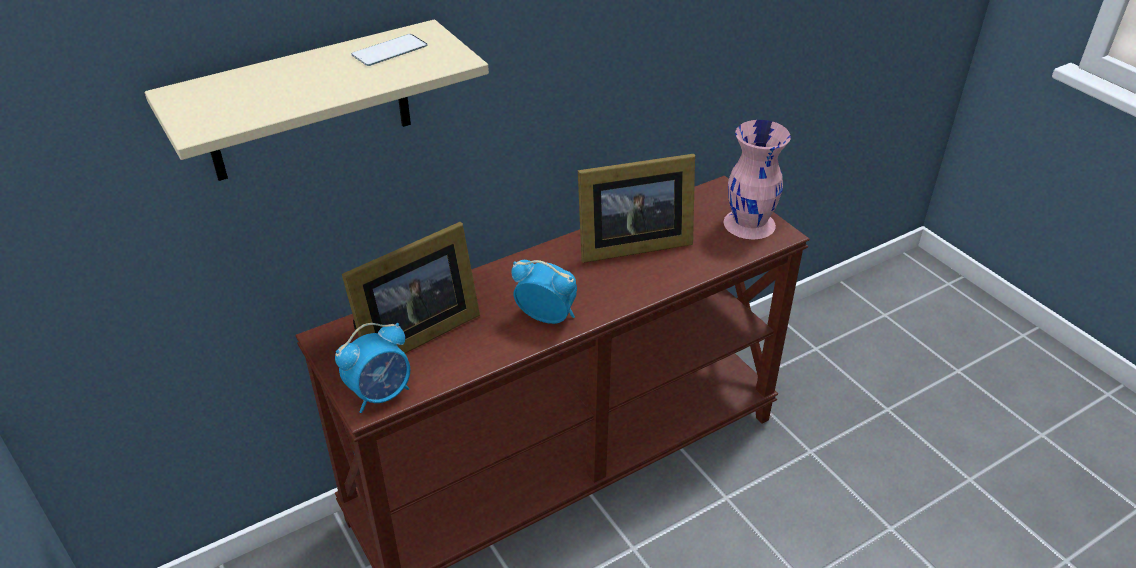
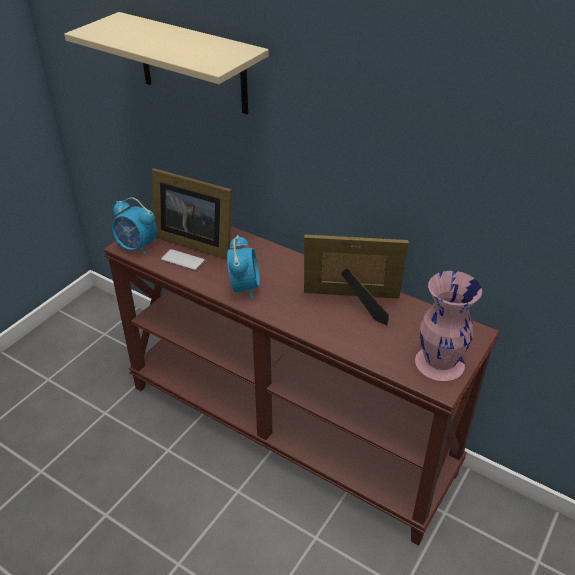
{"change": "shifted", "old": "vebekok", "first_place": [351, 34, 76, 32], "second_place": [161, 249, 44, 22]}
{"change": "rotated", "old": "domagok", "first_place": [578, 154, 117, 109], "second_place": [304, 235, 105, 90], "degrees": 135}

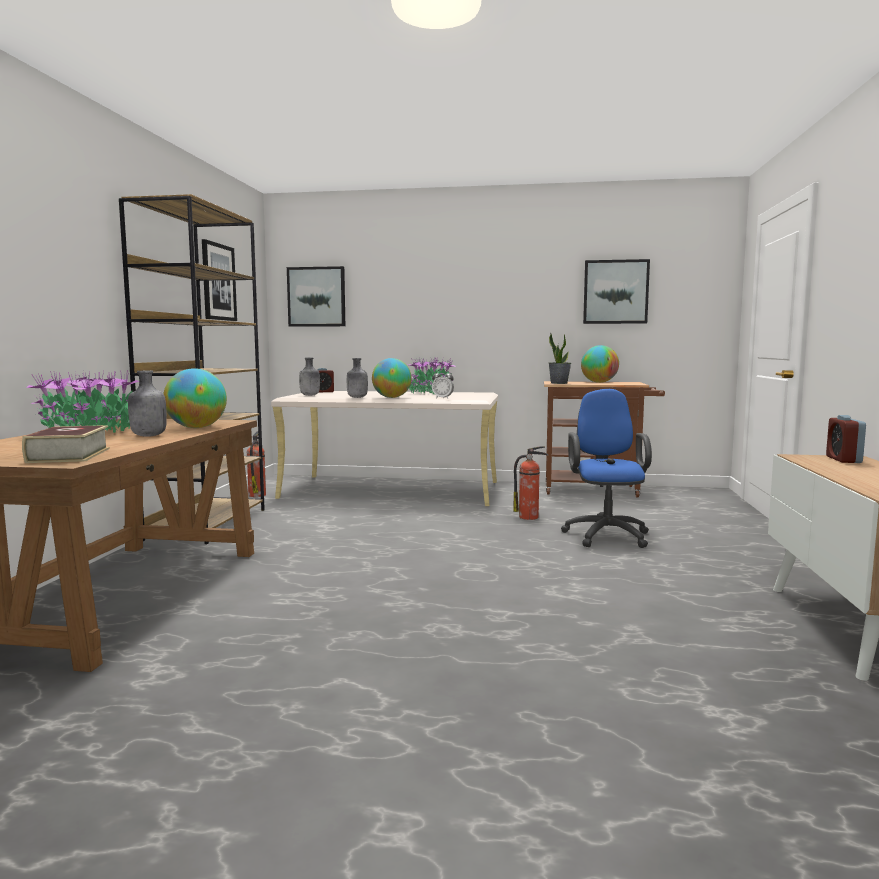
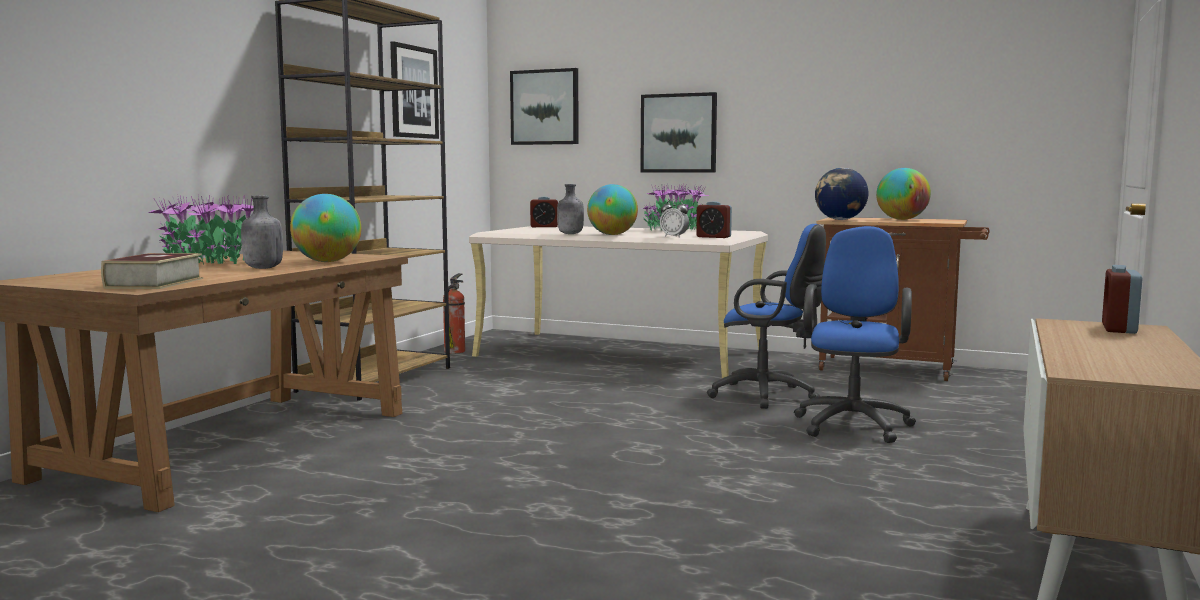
{"change": "gone", "old": "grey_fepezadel", "first_place": [299, 357, 21, 39]}
{"change": "new", "new": "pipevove", "second_place": [696, 201, 36, 37]}
{"change": "shifted", "old": "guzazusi", "first_place": [583, 259, 67, 65], "second_place": [640, 92, 77, 81]}
{"change": "swapped", "old": "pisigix", "new": "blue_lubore", "first_place": [513, 446, 35, 74], "second_place": [707, 224, 119, 185]}
{"change": "swapped", "old": "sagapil", "new": "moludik", "first_place": [548, 332, 23, 52], "second_place": [815, 168, 53, 52]}

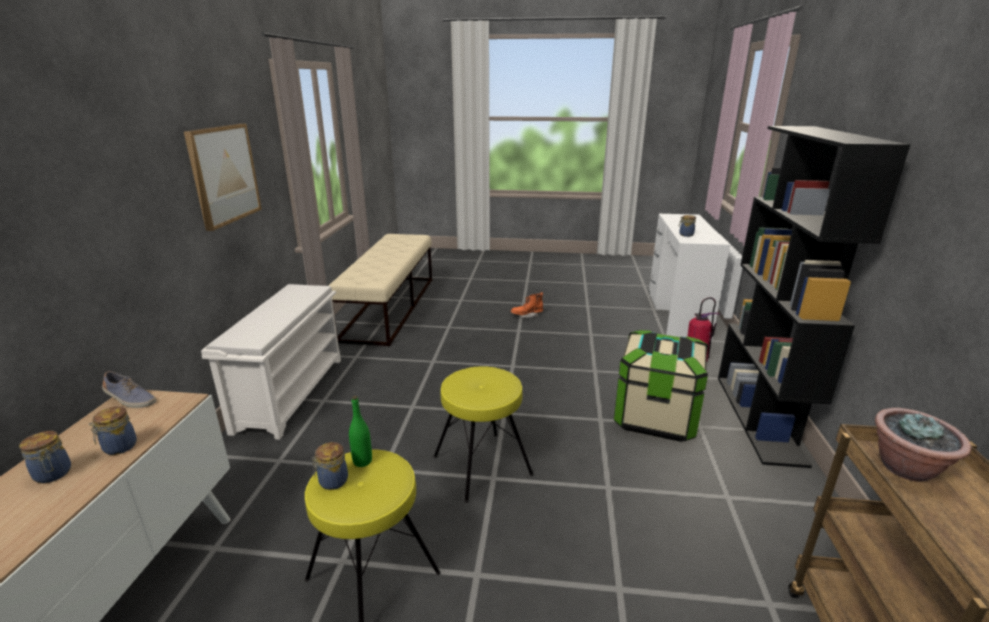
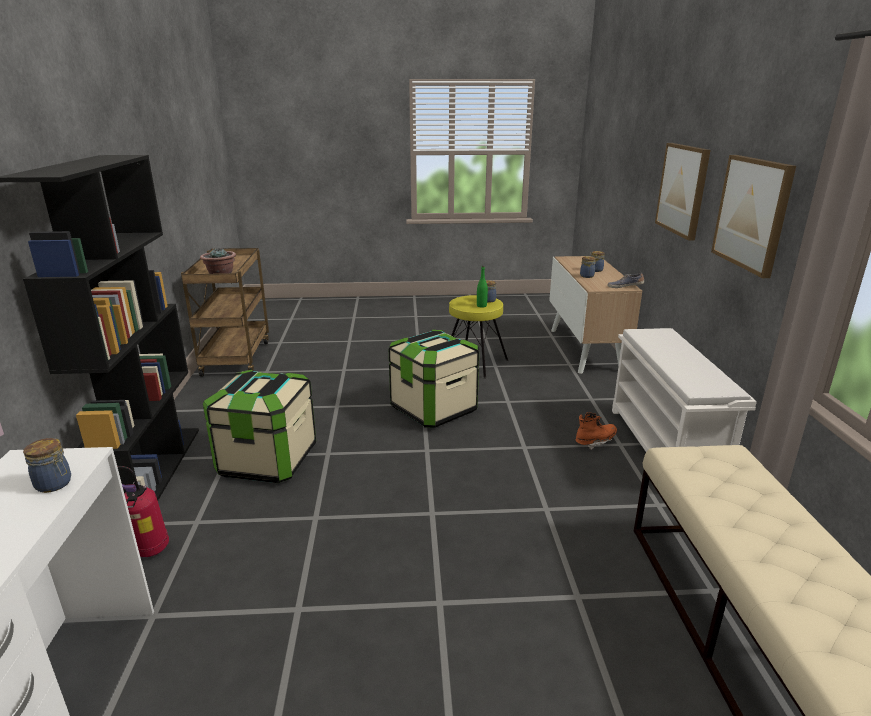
{"change": "new", "new": "guzazusi", "second_place": [655, 143, 55, 98]}
{"change": "shifted", "old": "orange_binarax", "first_place": [511, 292, 32, 26], "second_place": [576, 412, 41, 38]}
{"change": "swapped", "old": "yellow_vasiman", "new": "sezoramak", "first_place": [434, 366, 100, 137], "second_place": [389, 330, 90, 98]}

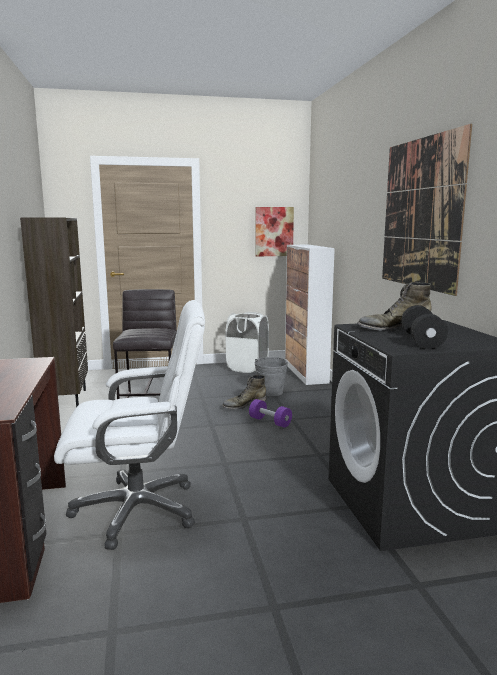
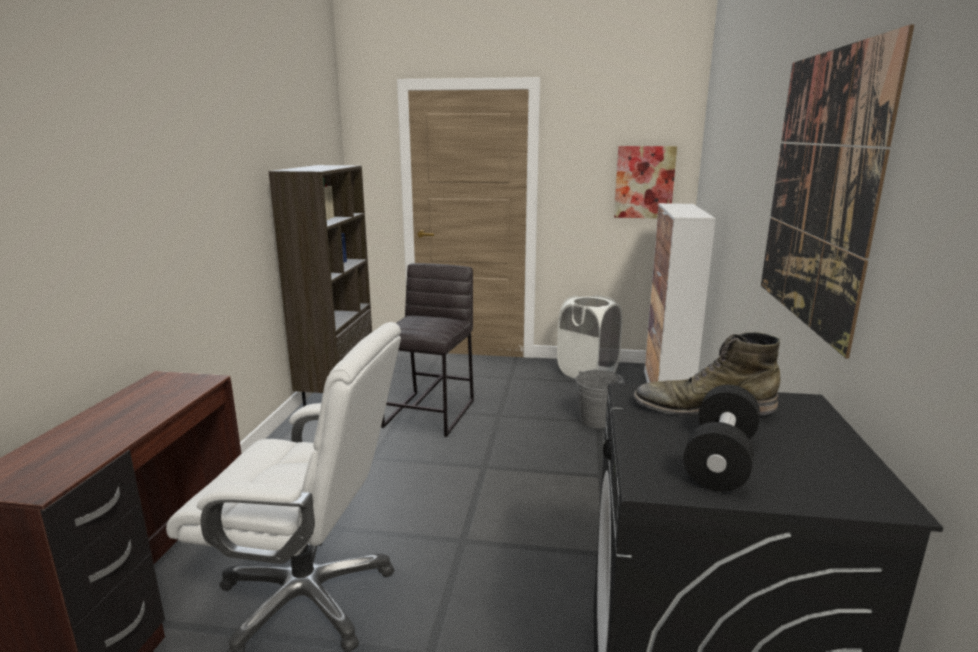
{"change": "gone", "old": "green_binarax", "first_place": [222, 375, 44, 35]}
{"change": "gone", "old": "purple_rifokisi", "first_place": [249, 399, 43, 29]}

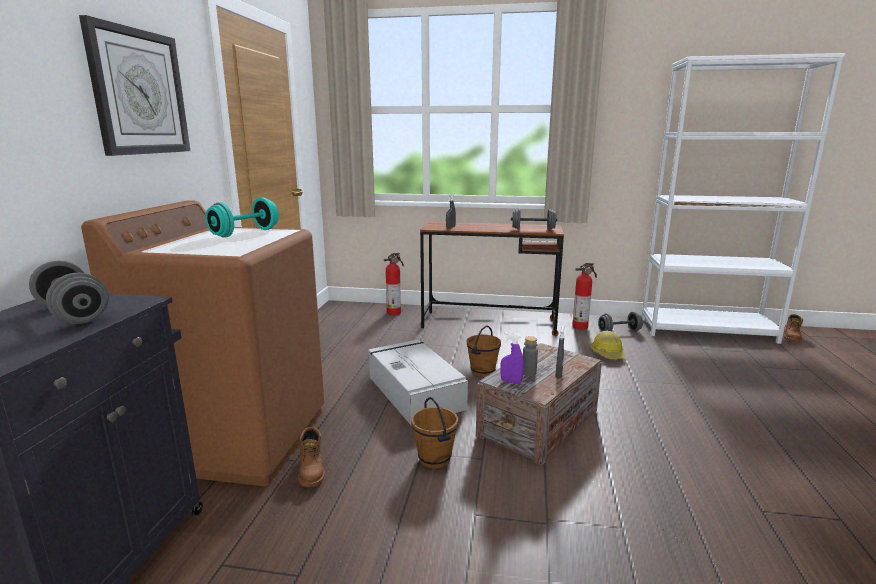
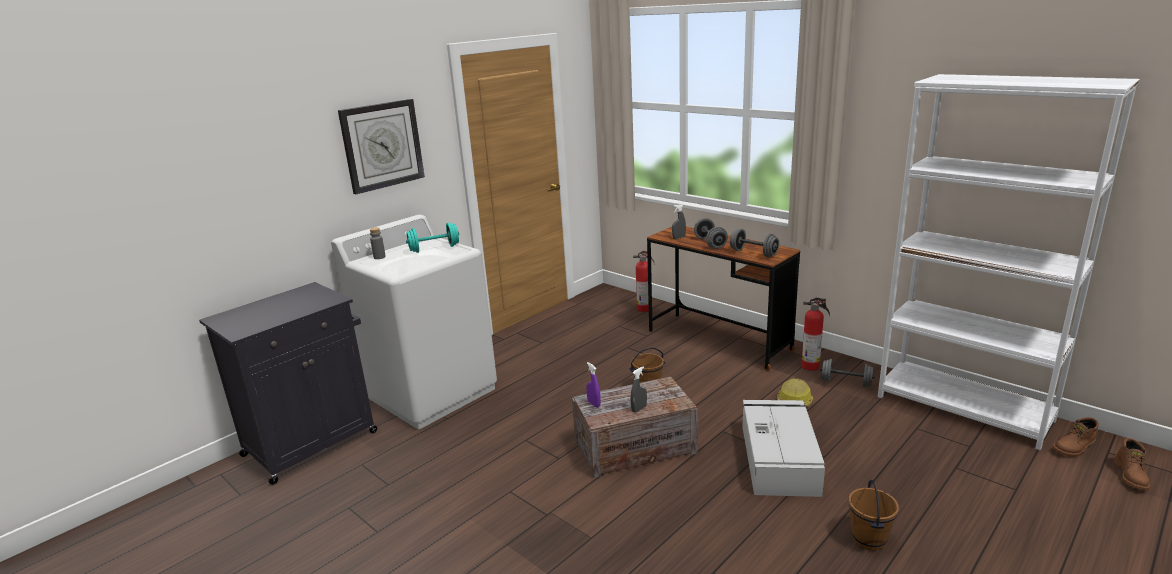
{"change": "shifted", "old": "grey_rifokisi", "first_place": [29, 261, 80, 63], "second_place": [694, 218, 34, 31]}
{"change": "shifted", "old": "brown_binarax", "first_place": [298, 427, 26, 60], "second_place": [1114, 438, 36, 53]}
{"change": "shifted", "old": "grey_sezoramak", "first_place": [368, 340, 100, 85], "second_place": [742, 400, 83, 97]}
{"change": "shifted", "old": "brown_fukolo", "first_place": [411, 397, 47, 72], "second_place": [848, 480, 51, 70]}
{"change": "shifted", "old": "grey_fepezadel", "first_place": [523, 336, 15, 40], "second_place": [370, 228, 16, 31]}
{"change": "repainted", "old": "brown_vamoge", "new": "white_vamoge", "first_place": [81, 200, 244, 286], "second_place": [331, 215, 166, 214]}

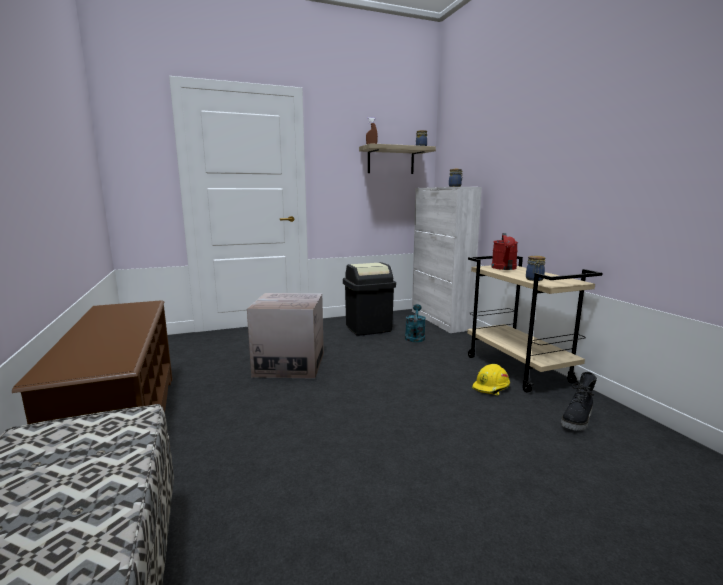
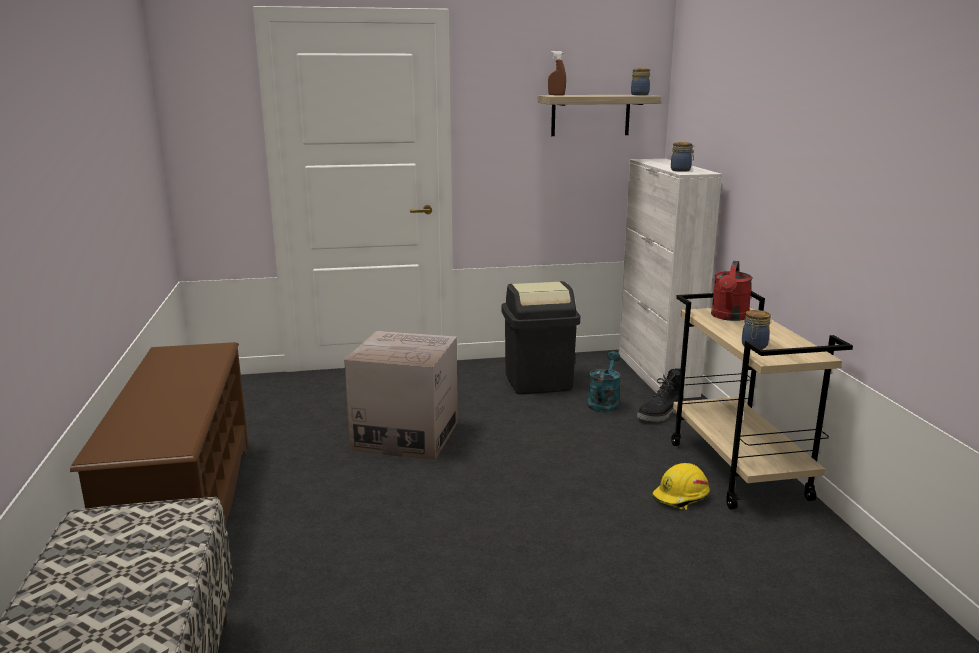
{"change": "shifted", "old": "black_binarax", "first_place": [561, 372, 36, 59], "second_place": [637, 368, 44, 54]}

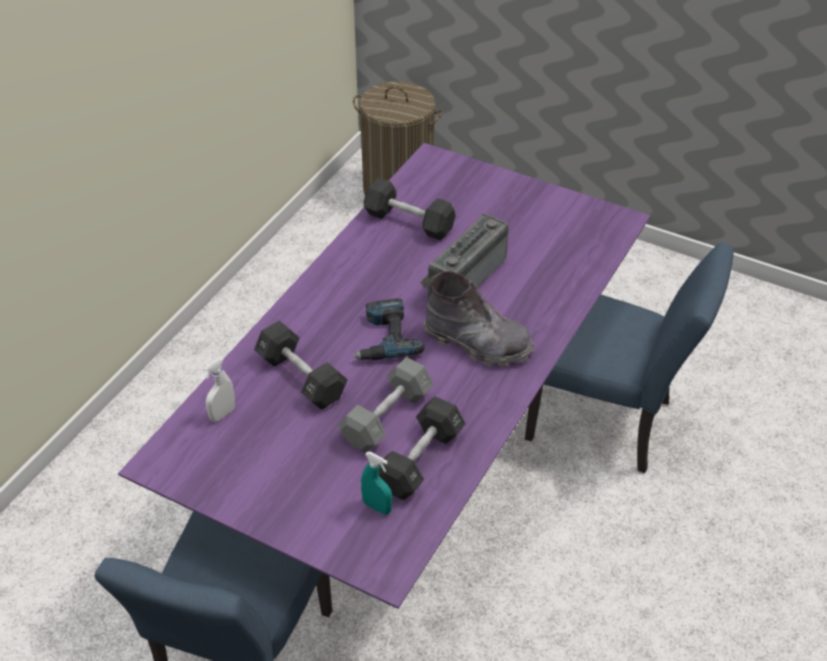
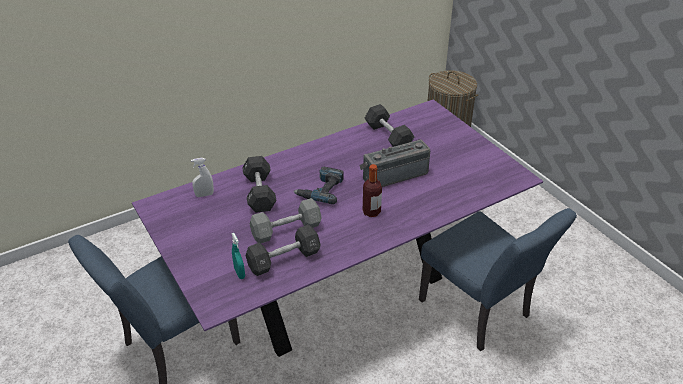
{"change": "swapped", "old": "grey_binarax", "new": "fepezadel", "first_place": [424, 271, 110, 96], "second_place": [363, 164, 19, 53]}

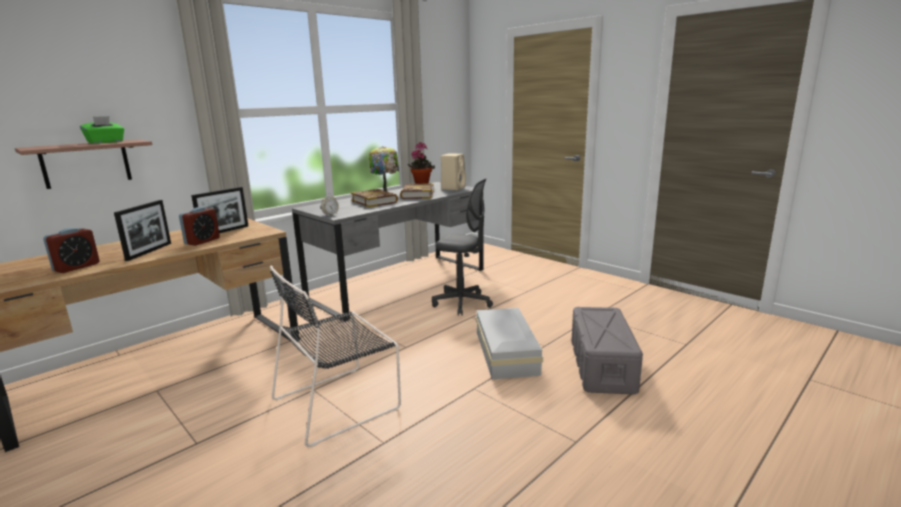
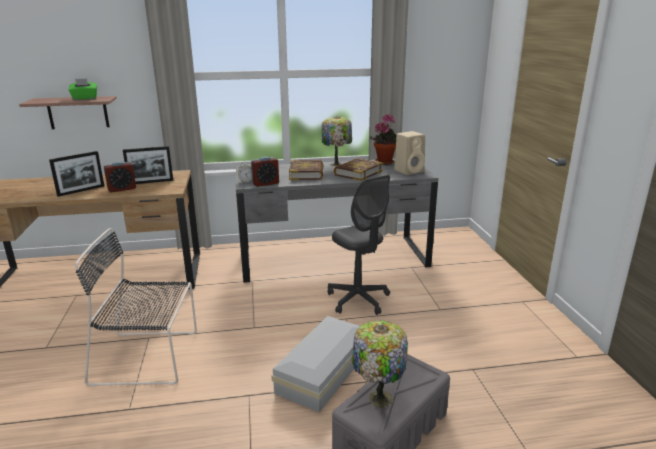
{"change": "new", "new": "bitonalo", "second_place": [352, 320, 56, 88]}
{"change": "shifted", "old": "pipevove", "first_place": [43, 228, 57, 45], "second_place": [251, 157, 28, 30]}

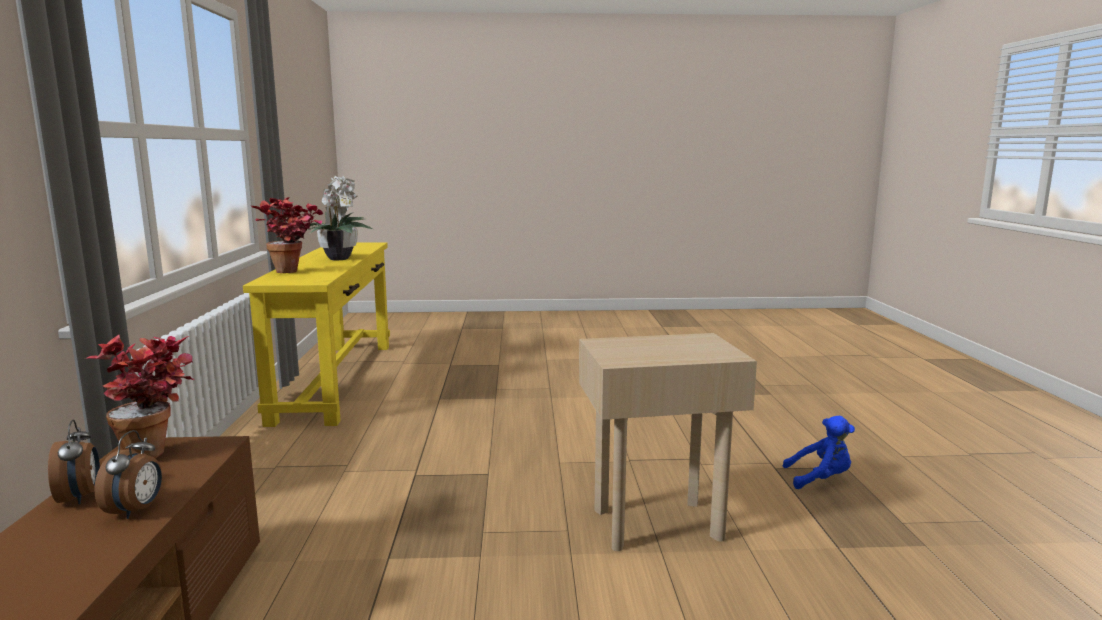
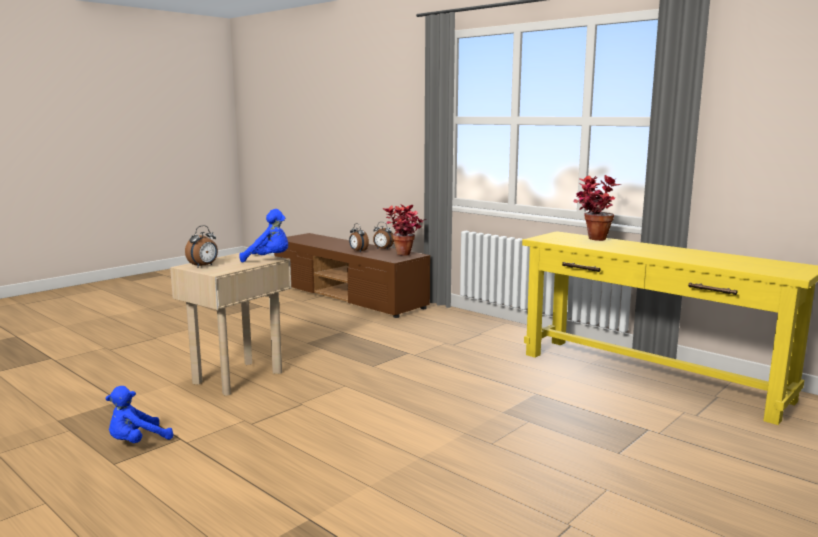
{"change": "gone", "old": "sagapil", "first_place": [306, 176, 67, 84]}
{"change": "new", "new": "pipevove", "second_place": [185, 225, 33, 43]}
{"change": "new", "new": "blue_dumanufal", "second_place": [239, 209, 49, 53]}

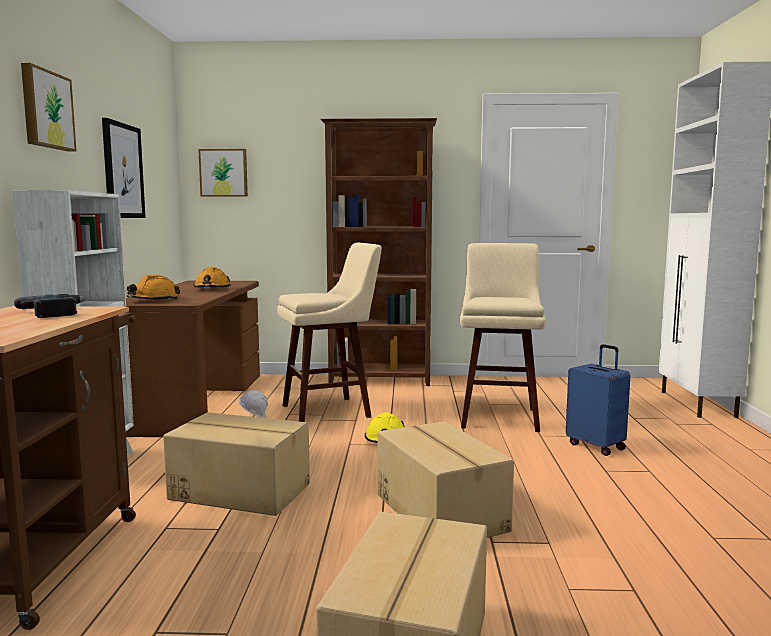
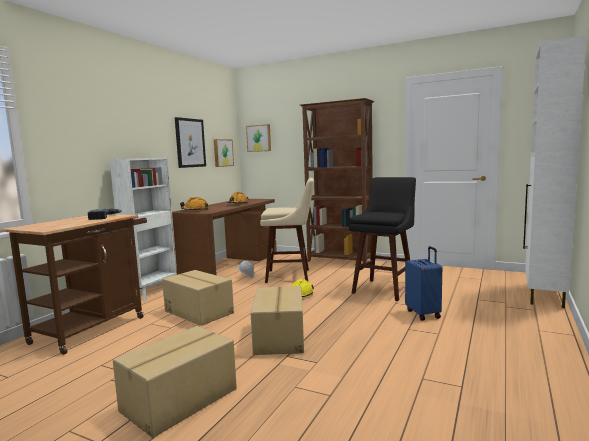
{"change": "shifted", "old": "guzazusi", "first_place": [21, 63, 56, 89], "second_place": [214, 139, 20, 28]}
{"change": "repainted", "old": "beige_vasiman", "new": "black_vasiman", "first_place": [460, 243, 86, 189], "second_place": [349, 177, 67, 124]}

